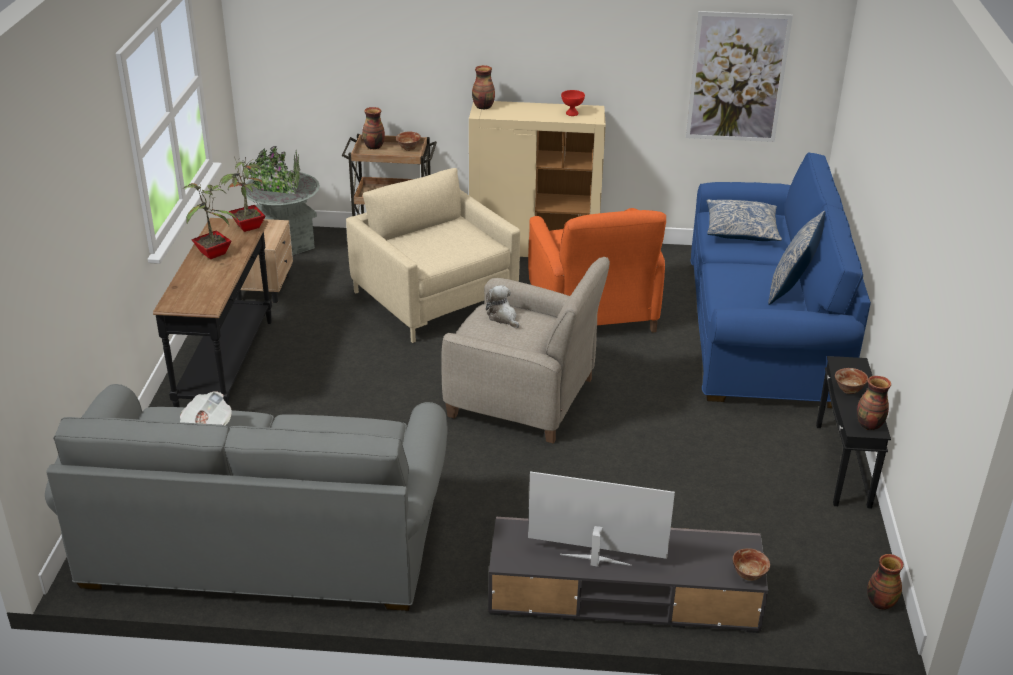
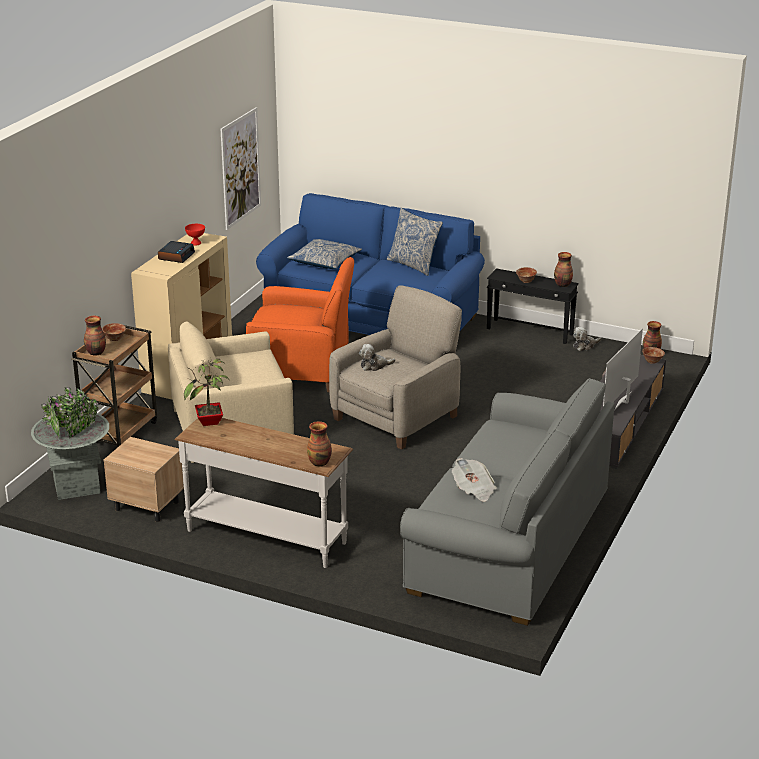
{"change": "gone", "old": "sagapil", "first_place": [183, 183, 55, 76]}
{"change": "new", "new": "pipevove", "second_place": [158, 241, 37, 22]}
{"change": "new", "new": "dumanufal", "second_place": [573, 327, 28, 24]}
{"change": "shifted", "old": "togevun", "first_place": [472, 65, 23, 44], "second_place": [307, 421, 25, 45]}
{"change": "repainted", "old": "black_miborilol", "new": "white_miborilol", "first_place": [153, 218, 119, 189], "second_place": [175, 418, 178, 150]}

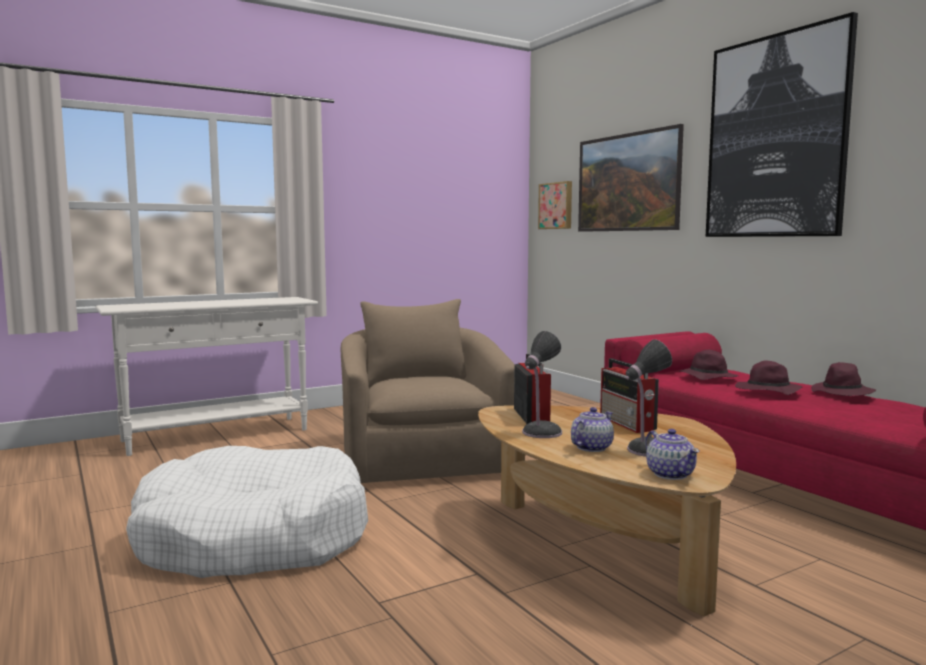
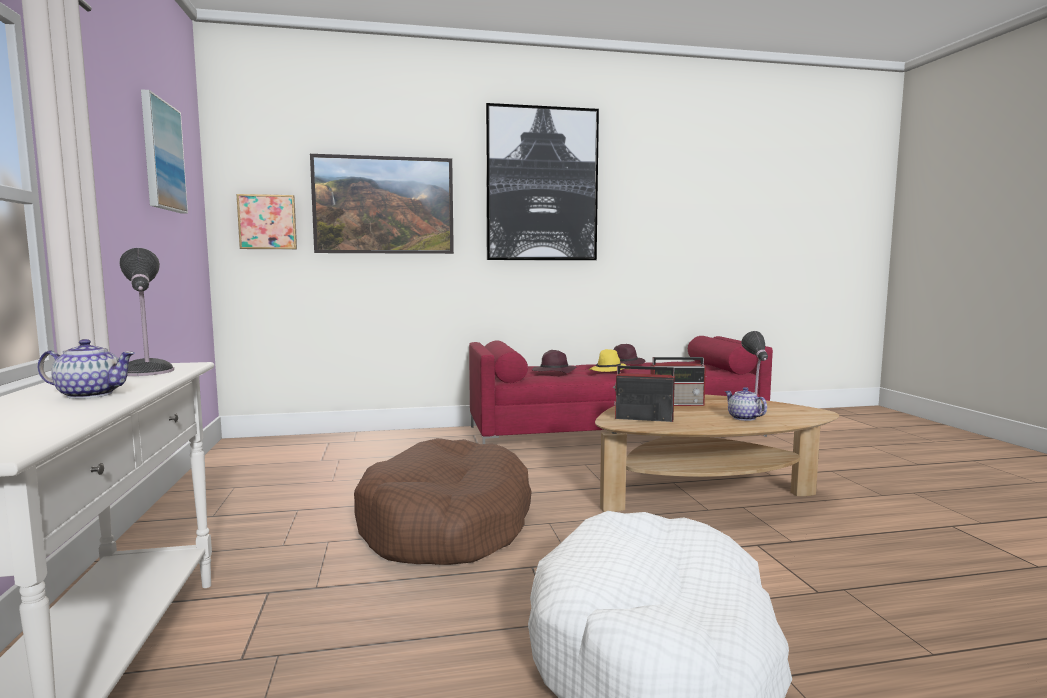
{"change": "new", "new": "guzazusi", "second_place": [141, 89, 47, 124]}
{"change": "shifted", "old": "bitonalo", "first_place": [522, 331, 40, 107], "second_place": [119, 248, 55, 128]}
{"change": "shifted", "old": "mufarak", "first_place": [645, 429, 55, 51], "second_place": [37, 339, 98, 60]}
{"change": "swapped", "old": "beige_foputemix", "new": "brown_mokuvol", "first_place": [341, 299, 173, 184], "second_place": [354, 438, 178, 127]}
{"change": "repainted", "old": "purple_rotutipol", "new": "yellow_rotutipol", "first_place": [735, 360, 67, 35], "second_place": [589, 349, 39, 23]}

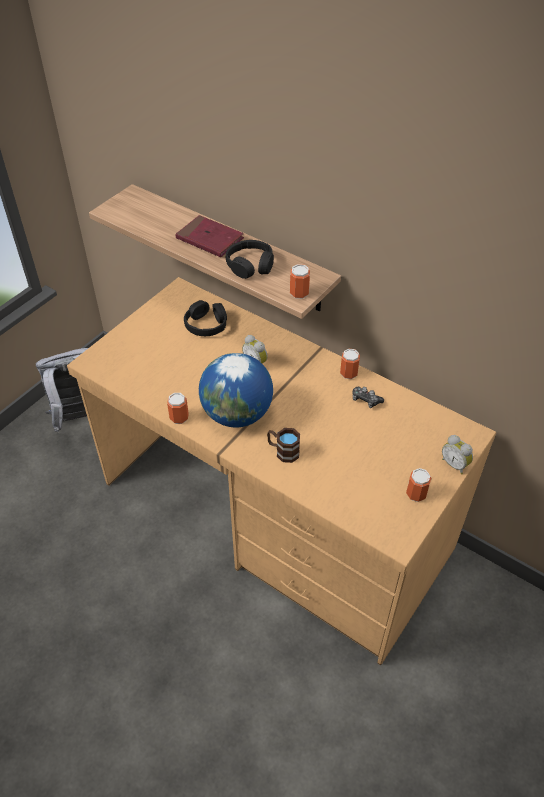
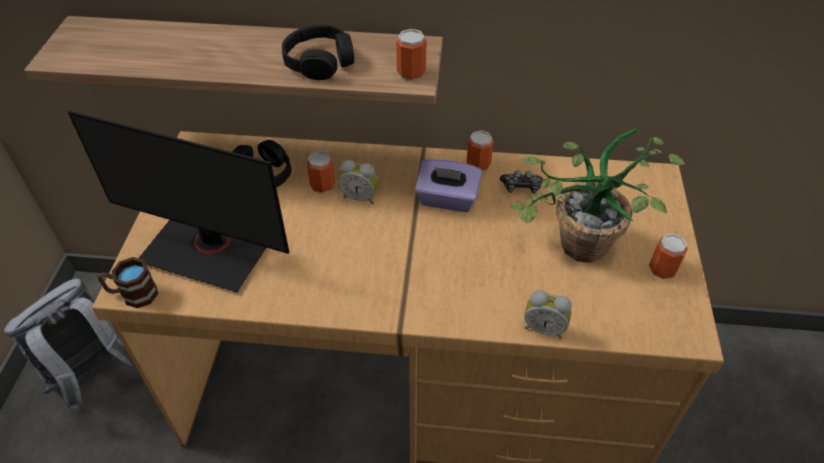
{"change": "gone", "old": "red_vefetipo", "first_place": [175, 215, 69, 42]}
{"change": "gone", "old": "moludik", "first_place": [199, 353, 74, 75]}
{"change": "new", "new": "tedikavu", "second_place": [68, 110, 221, 182]}
{"change": "new", "new": "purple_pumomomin", "second_place": [415, 159, 67, 53]}
{"change": "new", "new": "sagapil", "second_place": [510, 128, 175, 135]}
{"change": "shifted", "old": "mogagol", "first_place": [167, 393, 22, 31], "second_place": [306, 151, 29, 42]}
{"change": "shifted", "old": "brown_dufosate", "first_place": [267, 428, 33, 35], "second_place": [98, 257, 60, 51]}
{"change": "shifted", "old": "pipevove", "first_place": [442, 435, 31, 39], "second_place": [524, 290, 48, 49]}

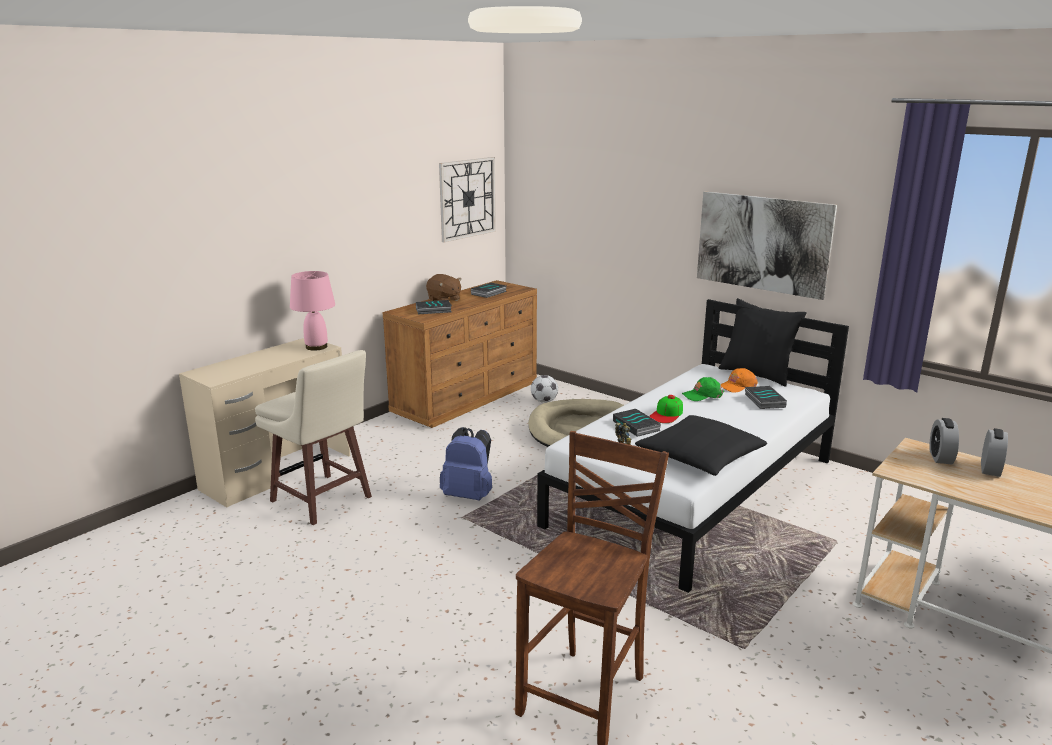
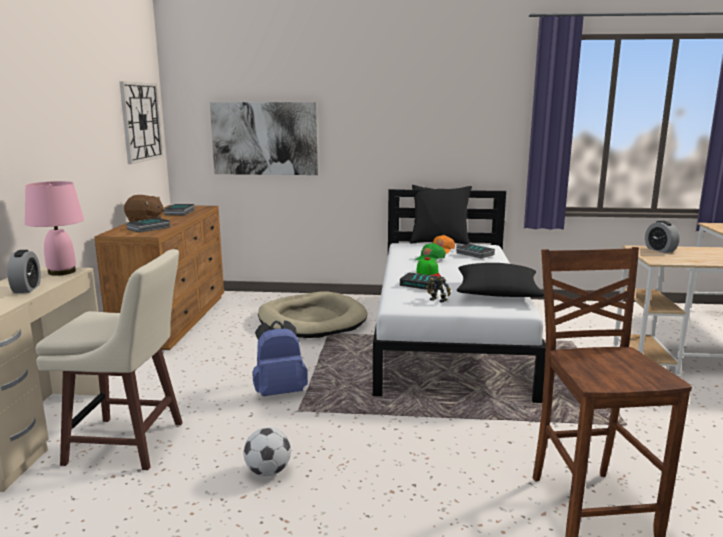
{"change": "shifted", "old": "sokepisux", "first_place": [531, 375, 27, 28], "second_place": [244, 427, 47, 49]}
{"change": "shifted", "old": "guzazusi", "first_place": [697, 192, 140, 108], "second_place": [210, 102, 108, 73]}
{"change": "shifted", "old": "pipevove", "first_place": [981, 428, 27, 49], "second_place": [7, 250, 34, 43]}

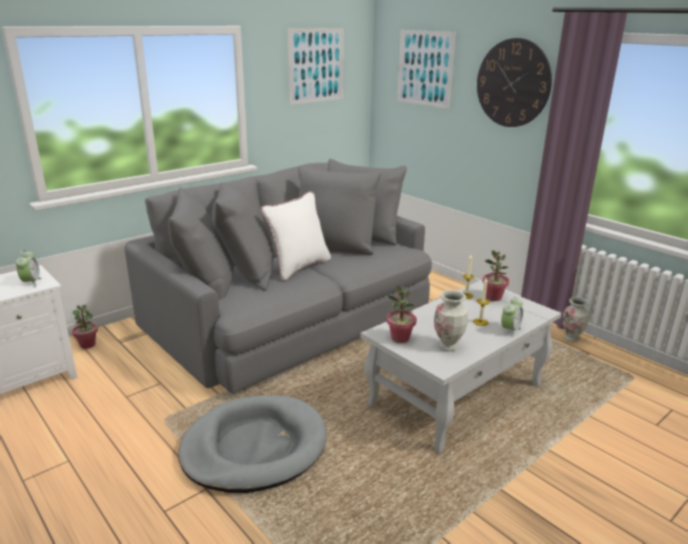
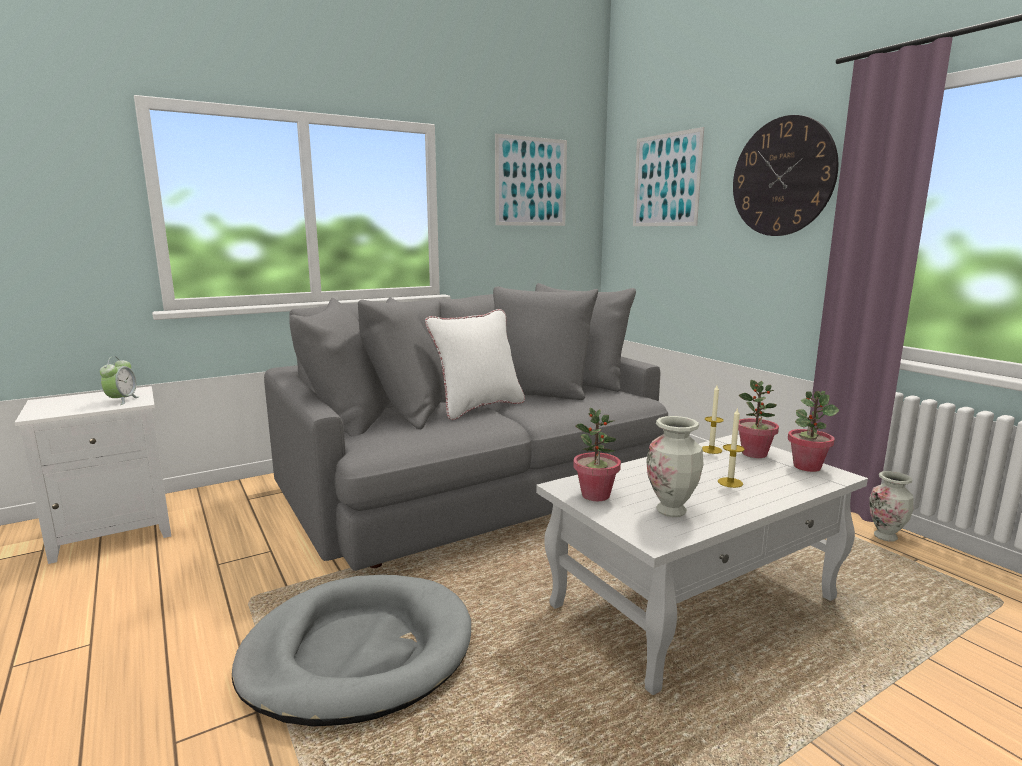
{"change": "gone", "old": "pipevove", "first_place": [501, 297, 22, 40]}
{"change": "shifted", "old": "sagapil", "first_place": [72, 305, 26, 44], "second_place": [788, 391, 51, 81]}

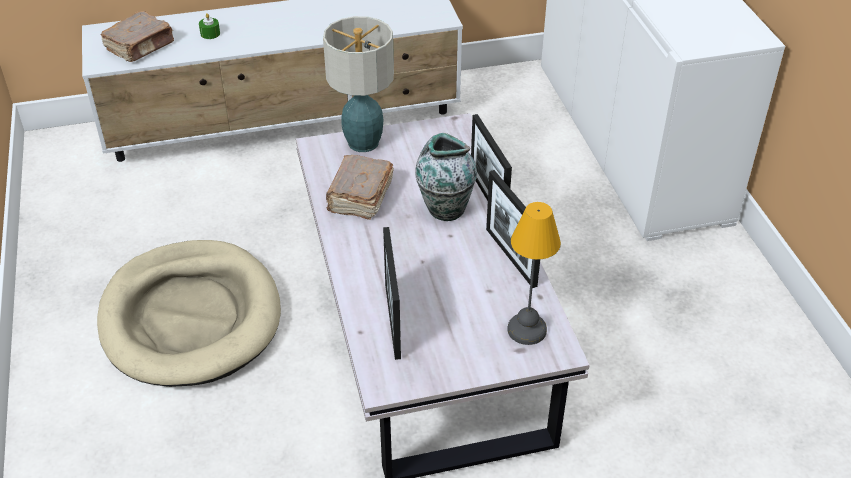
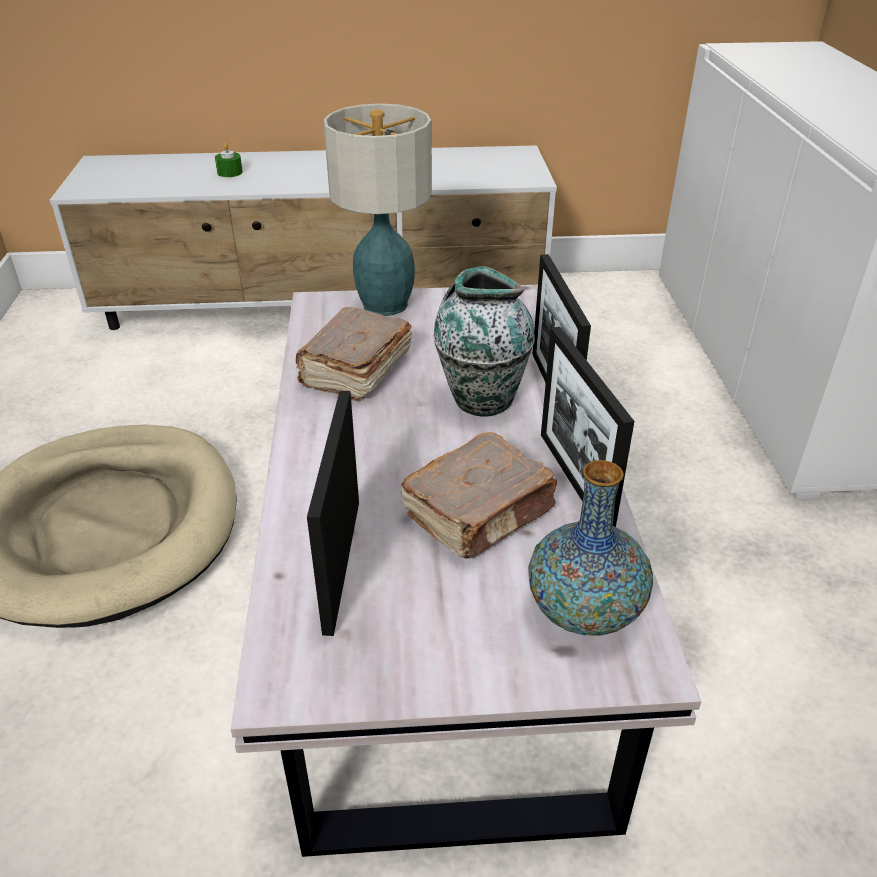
{"change": "shifted", "old": "brown_vefetipo", "first_place": [101, 11, 73, 51], "second_place": [401, 432, 156, 127]}
{"change": "swapped", "old": "bitonalo", "new": "togevun", "first_place": [507, 202, 54, 143], "second_place": [528, 460, 125, 176]}

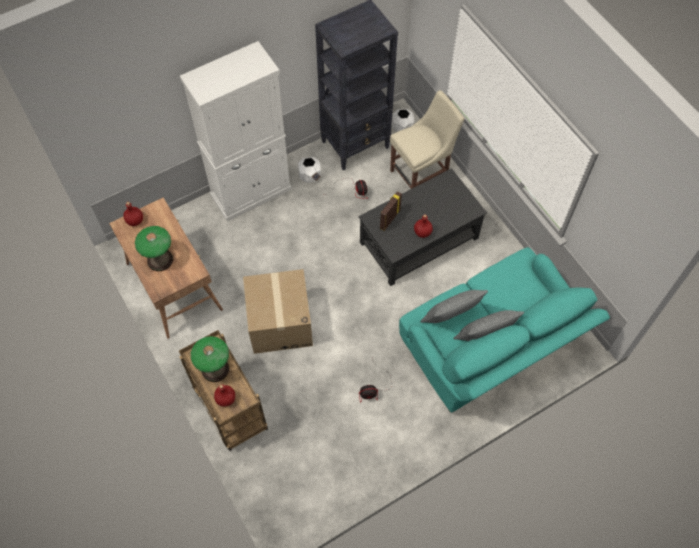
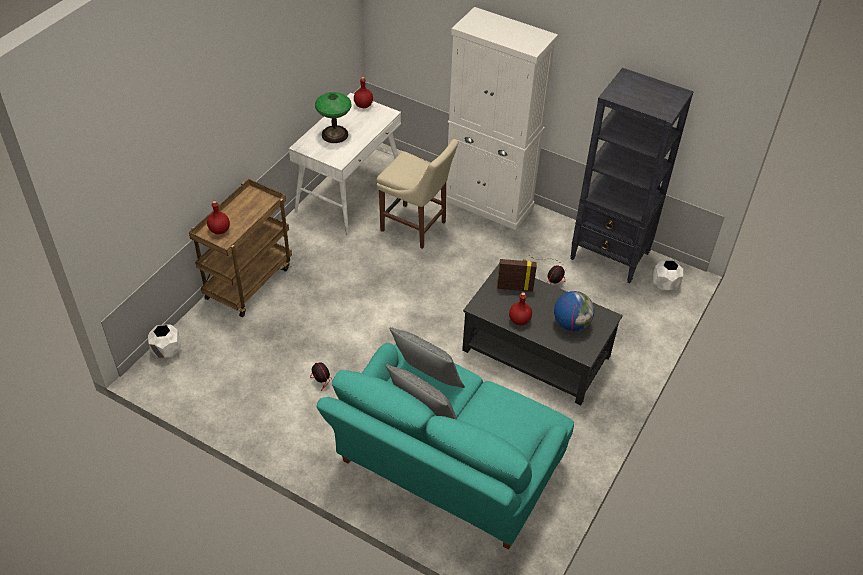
{"change": "gone", "old": "bitonalo", "first_place": [191, 336, 38, 46]}
{"change": "gone", "old": "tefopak", "first_place": [243, 269, 70, 85]}
{"change": "new", "new": "moludik", "second_place": [554, 291, 40, 40]}
{"change": "shifted", "old": "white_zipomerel", "first_place": [298, 157, 23, 26], "second_place": [148, 324, 33, 34]}
{"change": "shifted", "old": "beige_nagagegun", "first_place": [390, 90, 74, 99], "second_place": [377, 139, 81, 110]}
{"change": "repainted", "old": "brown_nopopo", "new": "white_nopopo", "first_place": [109, 198, 114, 141], "second_place": [289, 93, 112, 143]}

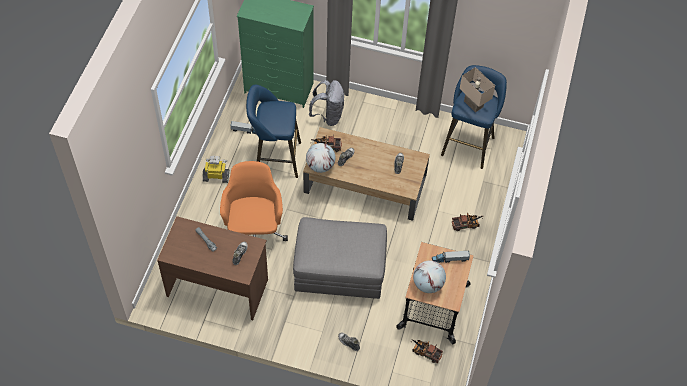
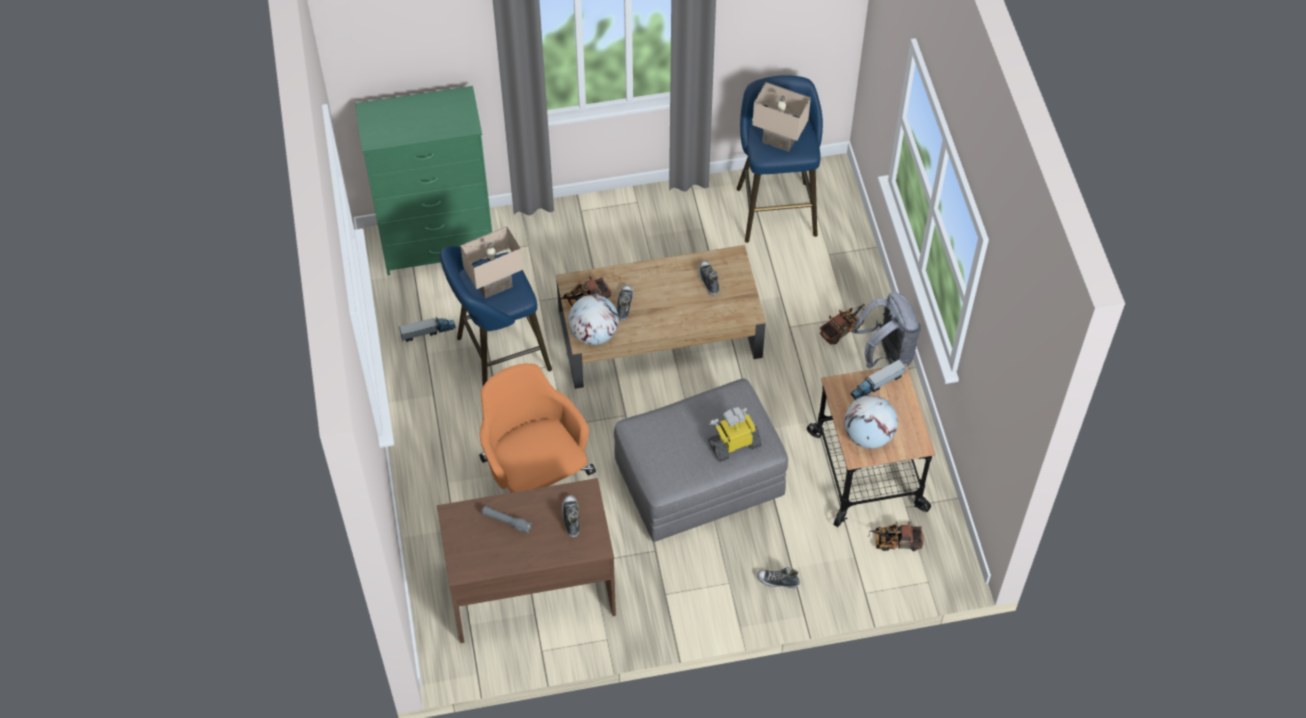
{"change": "new", "new": "beige_bitonalo", "second_place": [460, 226, 63, 72]}
{"change": "shifted", "old": "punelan", "first_place": [203, 156, 26, 27], "second_place": [708, 407, 54, 55]}
{"change": "shifted", "old": "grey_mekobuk", "first_place": [309, 80, 36, 46], "second_place": [852, 292, 69, 77]}

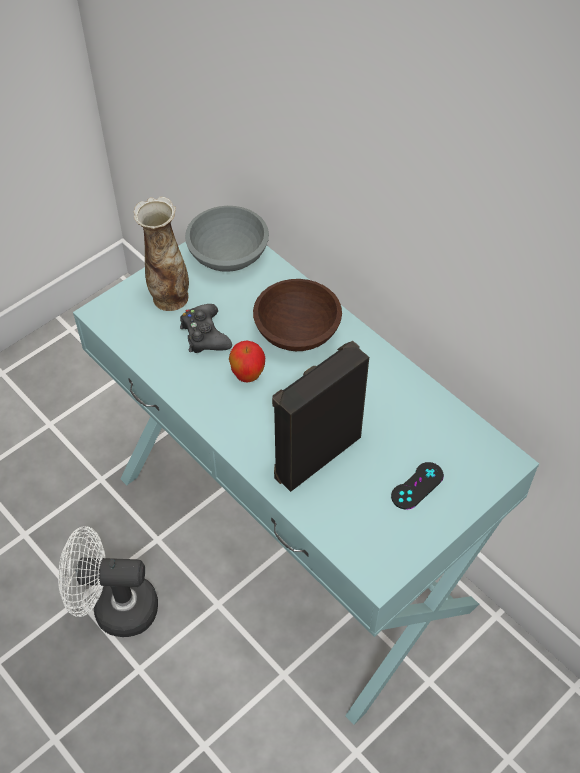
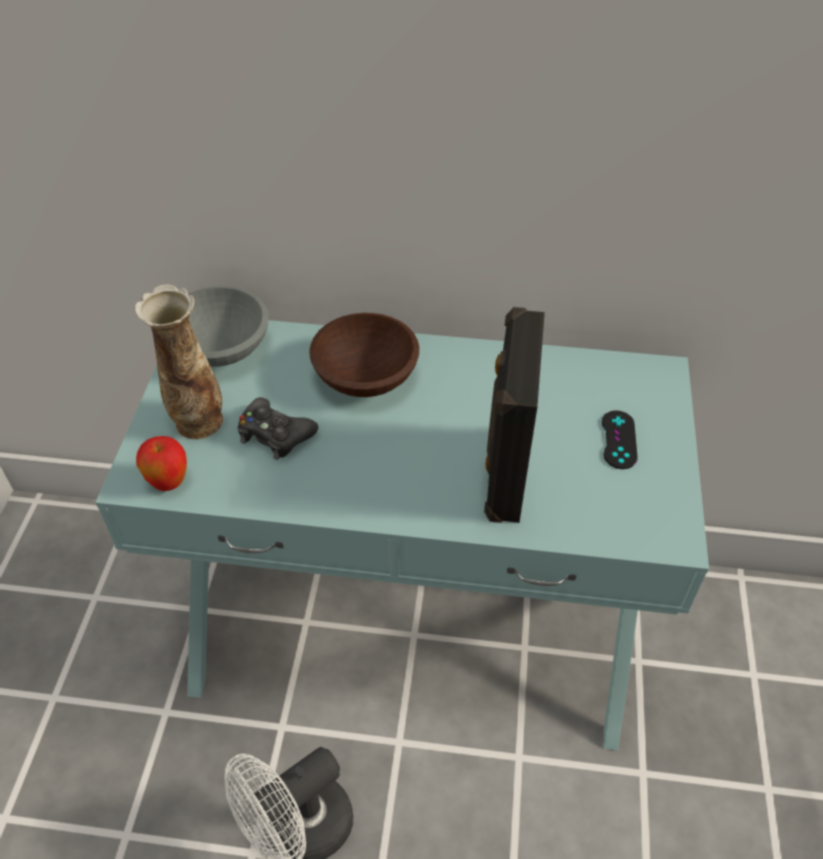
{"change": "shifted", "old": "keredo", "first_place": [229, 340, 36, 43], "second_place": [136, 436, 51, 55]}

